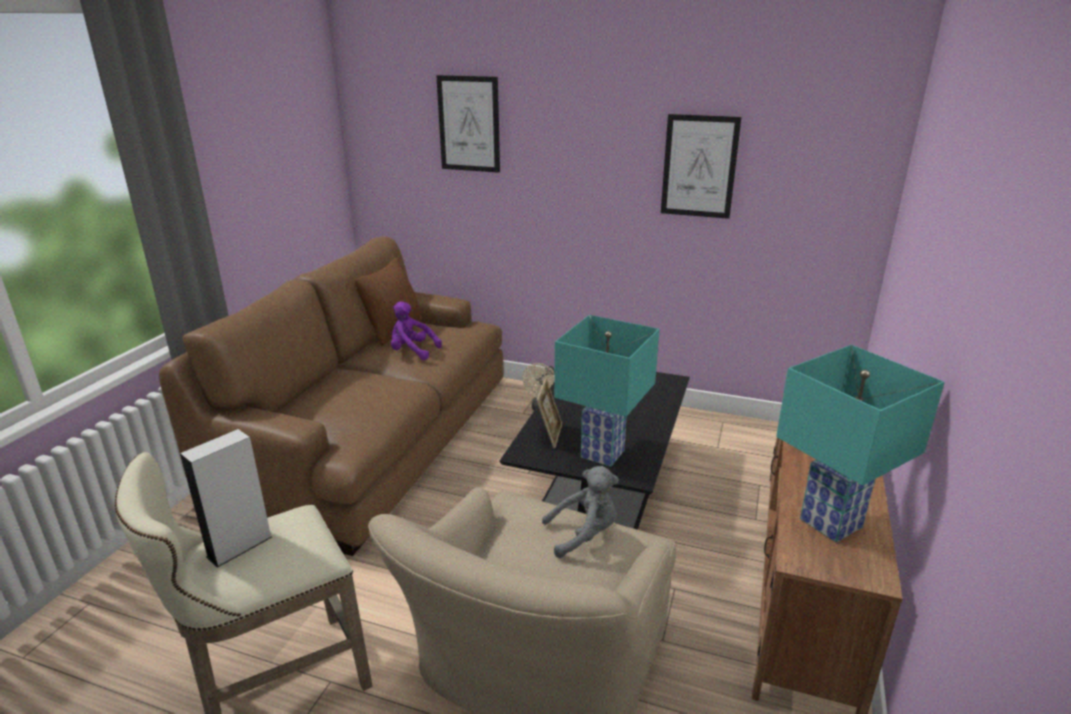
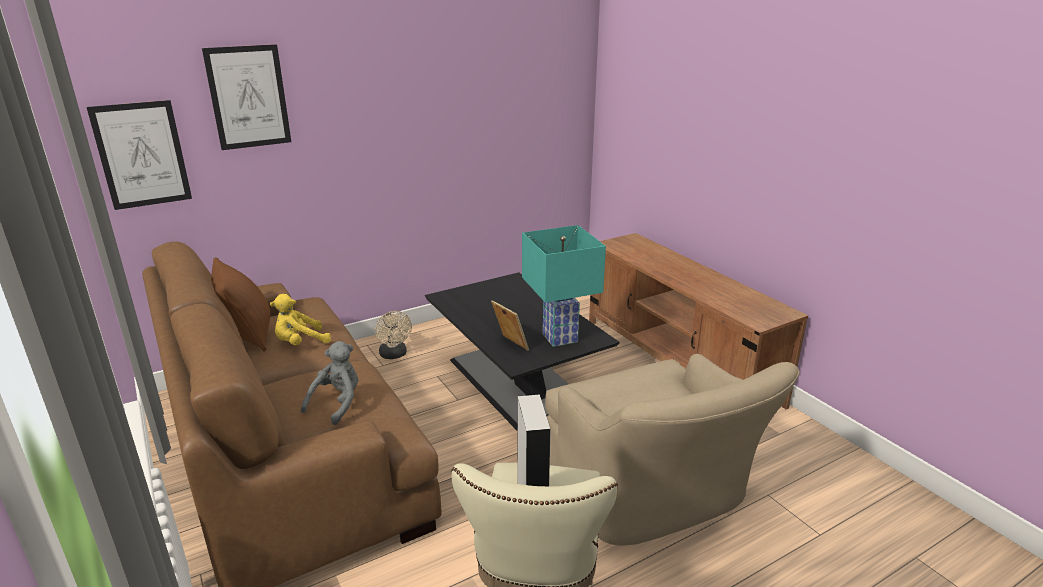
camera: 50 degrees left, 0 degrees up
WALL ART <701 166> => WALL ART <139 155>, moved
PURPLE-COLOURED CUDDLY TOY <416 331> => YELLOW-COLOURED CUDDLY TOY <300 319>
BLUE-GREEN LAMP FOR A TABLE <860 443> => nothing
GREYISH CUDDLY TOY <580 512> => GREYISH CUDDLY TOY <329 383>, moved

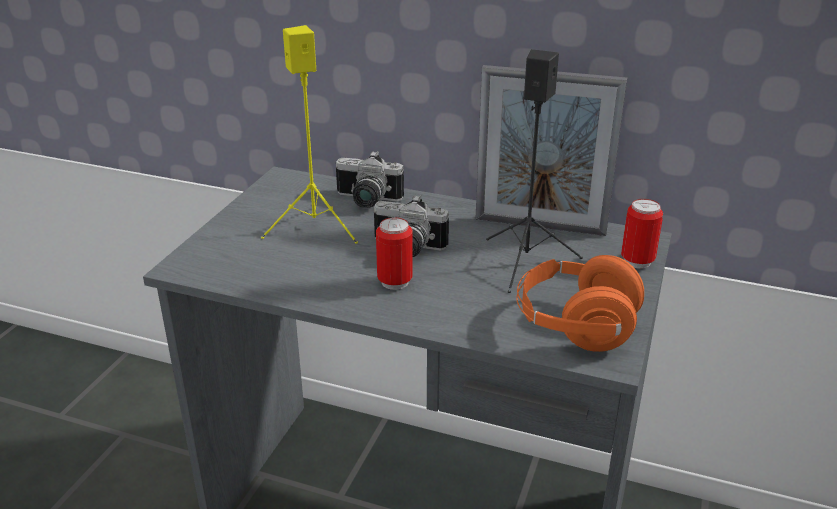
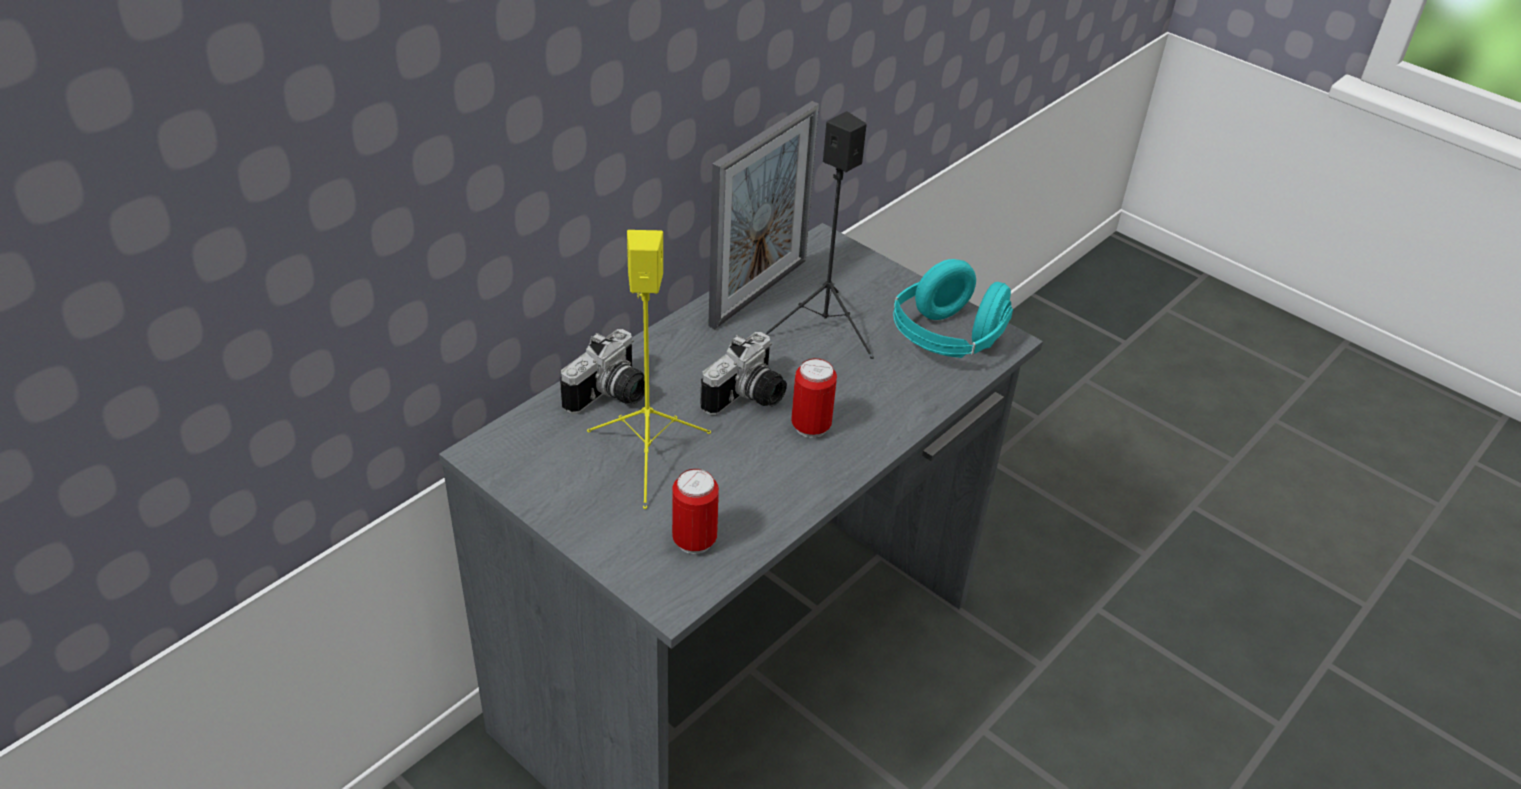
camera: 70 degrees left, 10 degrees up
CAN <642 234> => CAN <695 511>, moved
ORANGE HEADSET <580 303> => BLUE-GREEN HEADSET <953 308>

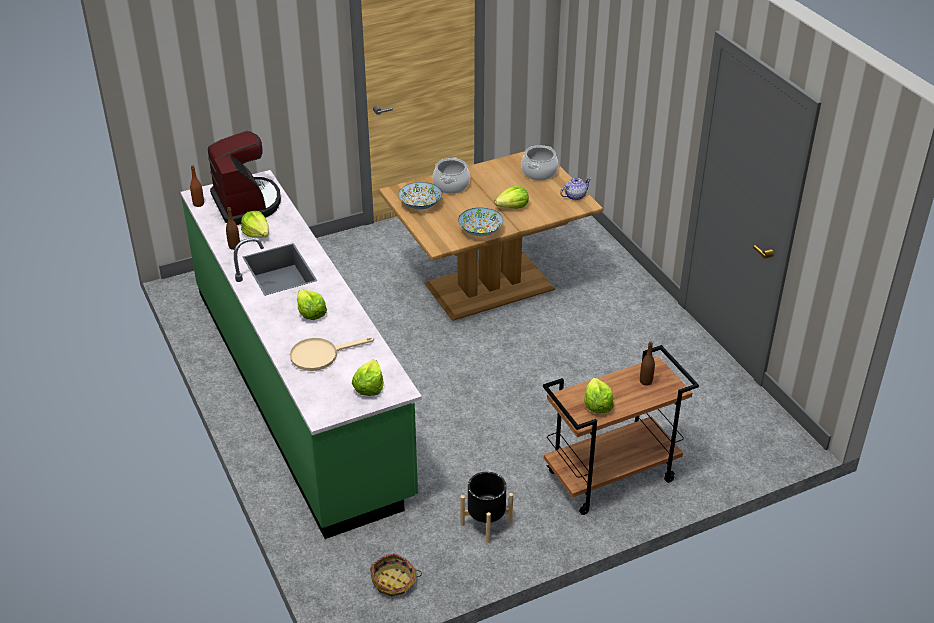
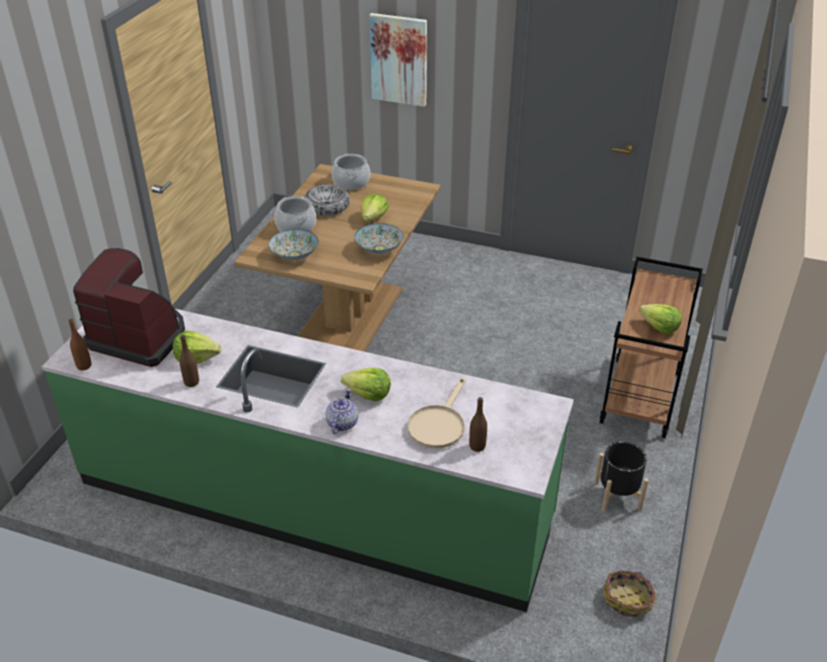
camera: 45 degrees left, 0 degrees up
POT FOR TEA <575 188> => POT FOR TEA <342 411>, moved
BROWNISH BEVERAGE BOTTLE <647 363> => BROWNISH BEVERAGE BOTTLE <478 424>, moved
LETTUCE <368 378> => nothing
nothing => WALL ART <398 60>
nothing => DEEP DISH <327 200>

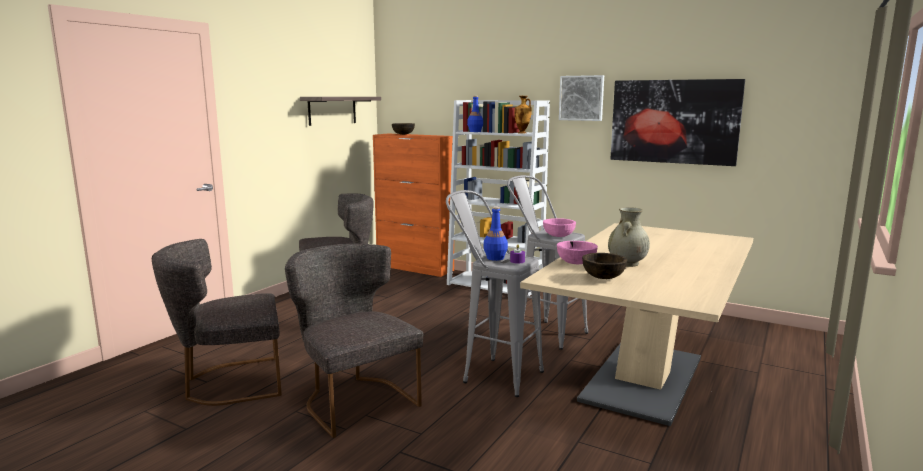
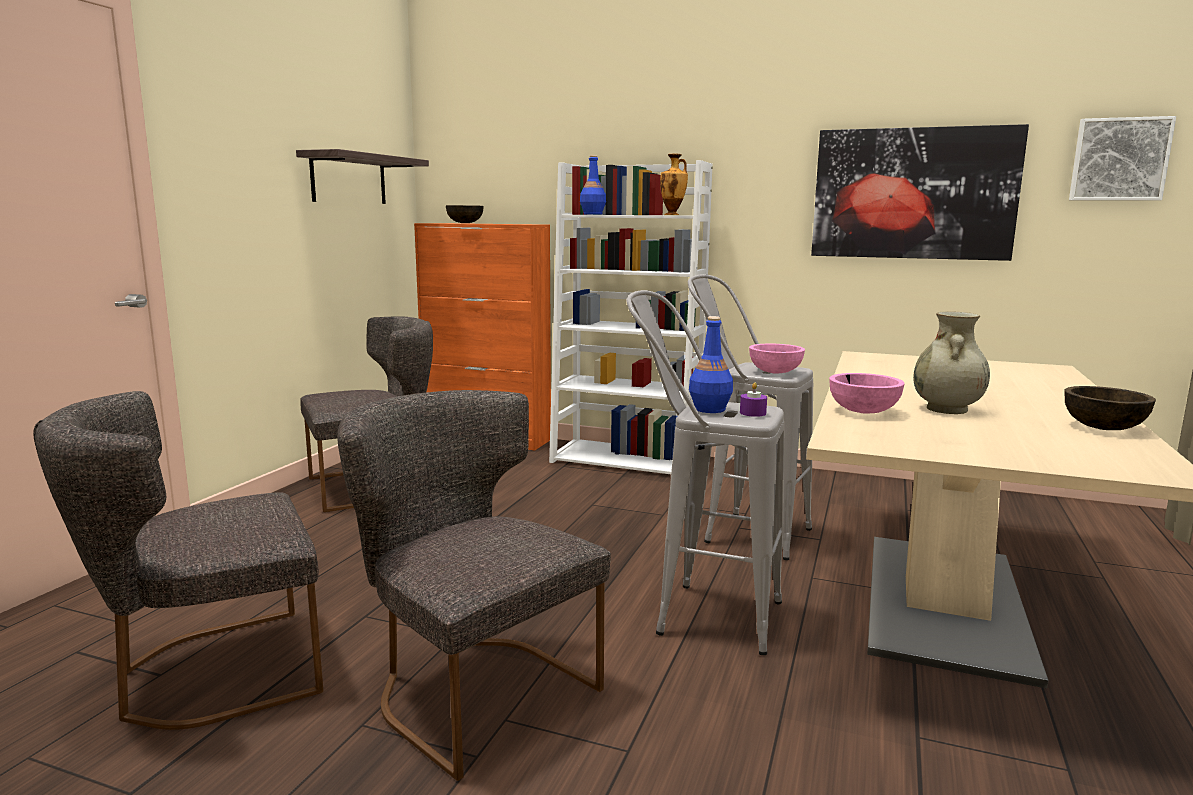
camera: 10 degrees left, 0 degrees up
WALL ART <581 98> => WALL ART <1122 158>, moved
BROWNISH DEEP DISH <604 266> => BROWNISH DEEP DISH <1110 408>, moved

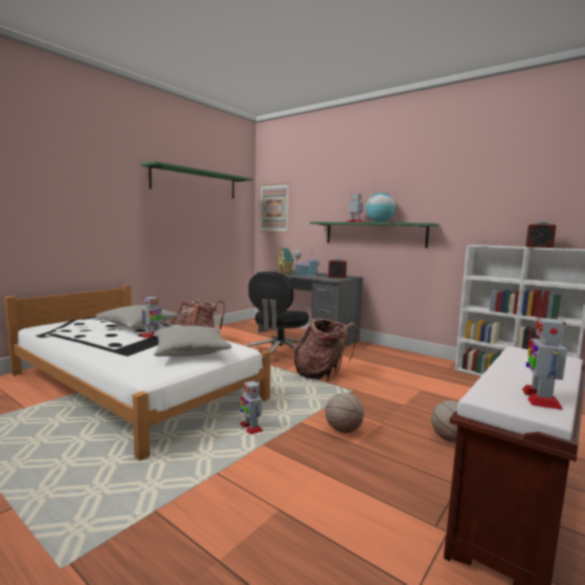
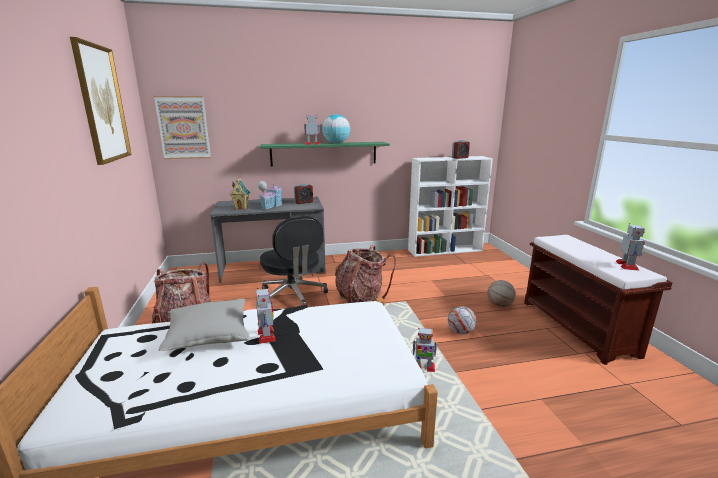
camera: 50 degrees left, 10 degrees up
GREEN-COLOURED WALL SHELF <197 179> => WALL ART <101 101>
ROBOT FIGURE <544 363> => ROBOT FIGURE <630 247>, 135 degrees counterclockwise
GREYISH CUSHION <193 341> => nothing
BASKETBALL BALL <344 413> => FOOTBALL BALL <462 320>

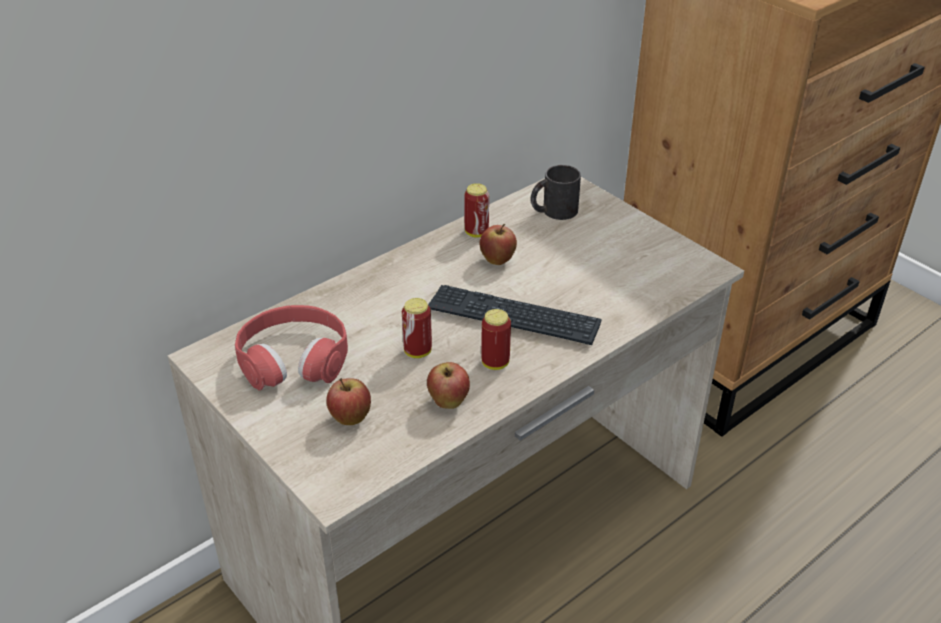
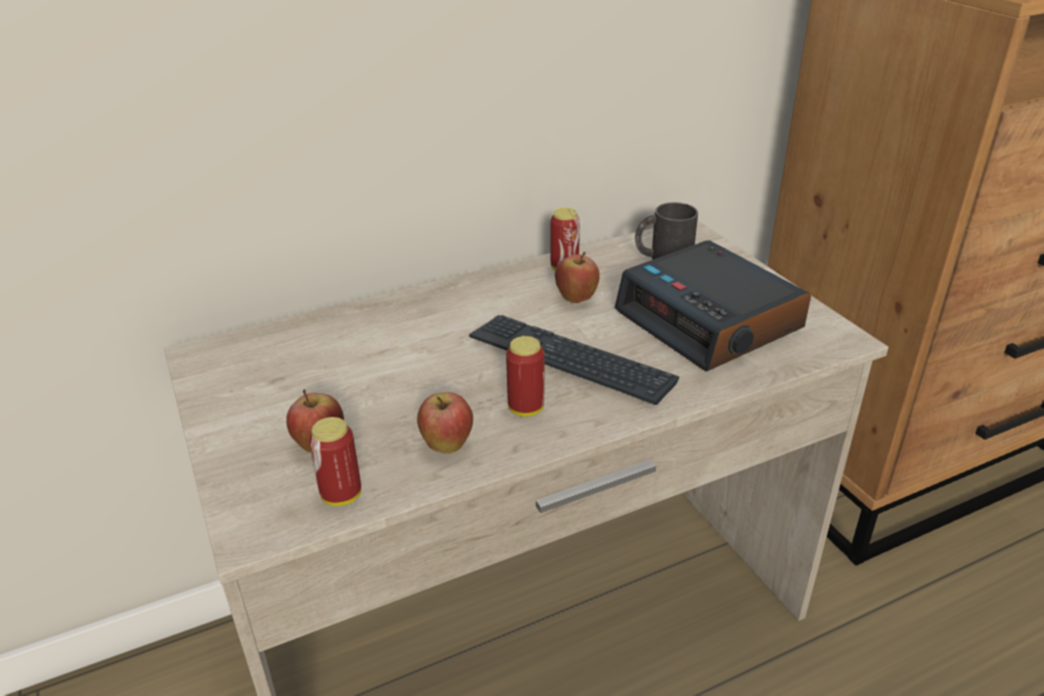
camera: 15 degrees right, 5 degrees down
CAN <417 328> => CAN <335 461>, moved
RED-COLOURED HEADSET <291 347> => nothing
nothing => ALARM CLOCK <713 305>

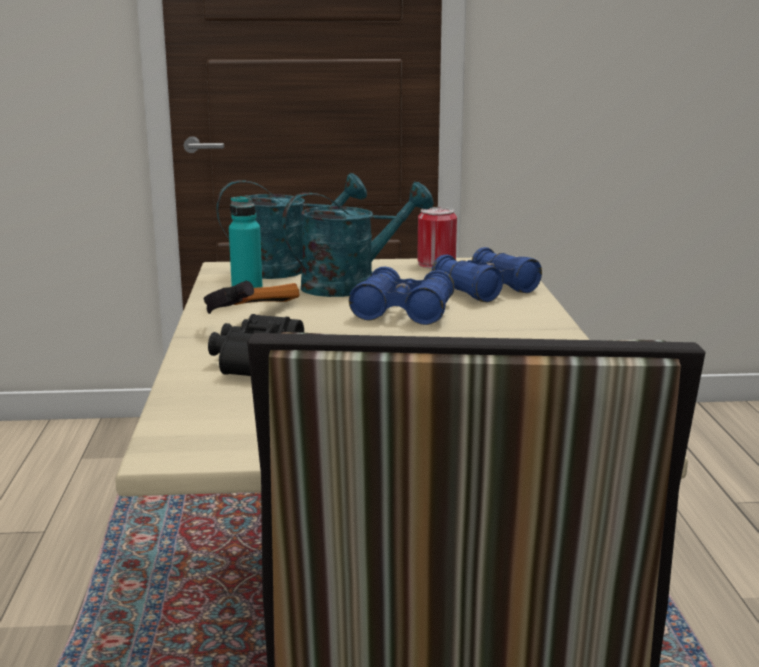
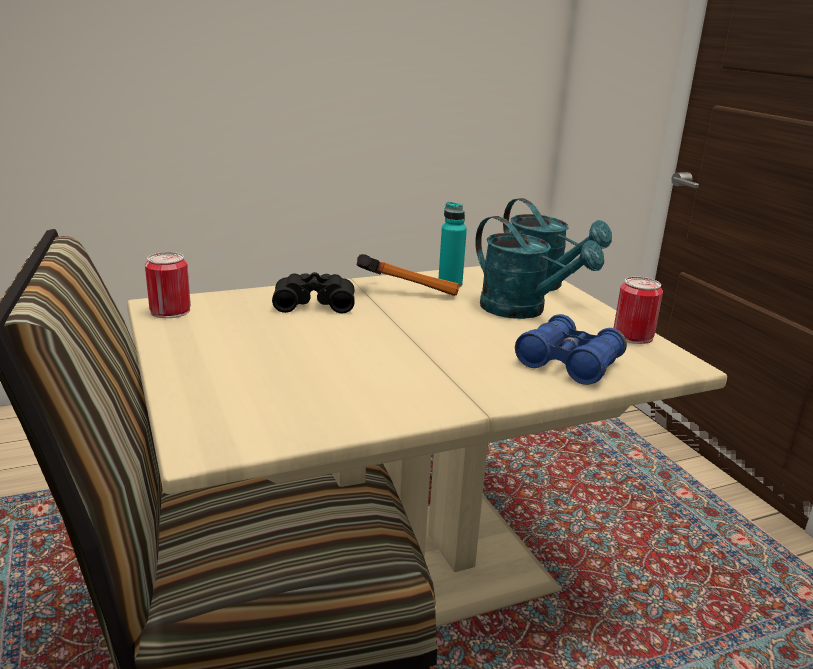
camera: 70 degrees right, 5 degrees up
BLUE-COLOURED FIELD GLASSES <402 296> => nothing
nothing => CAN <168 285>

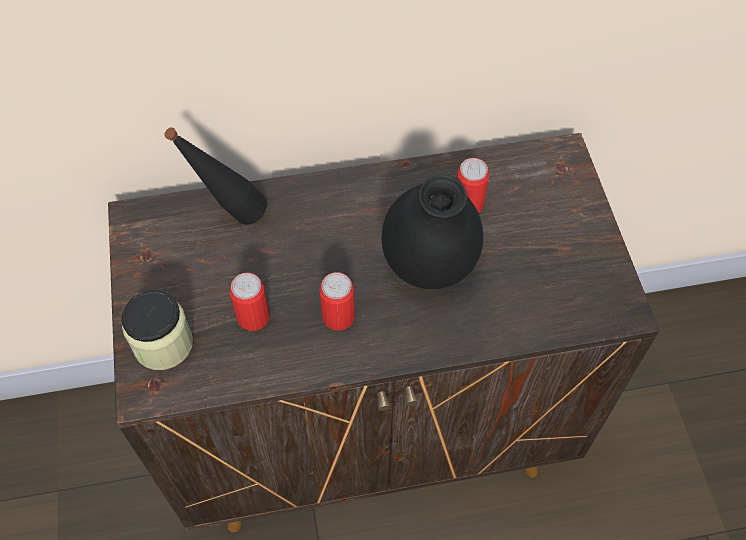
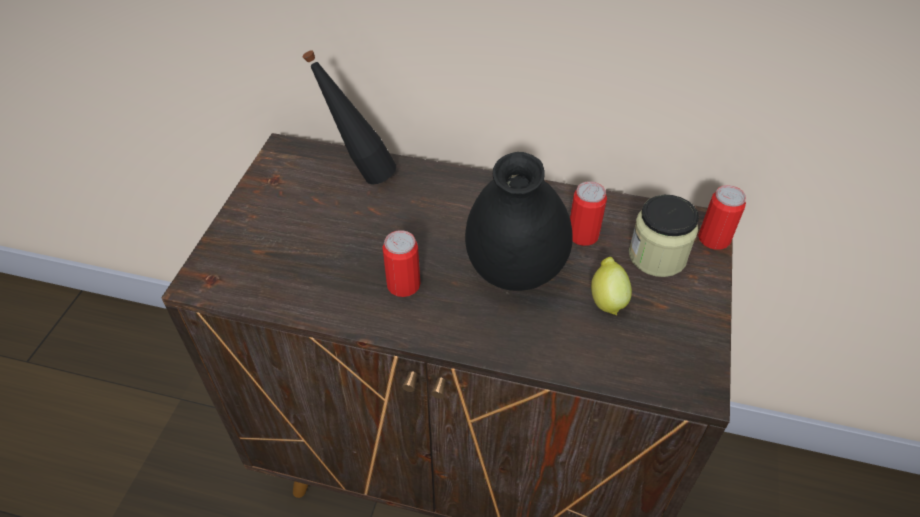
camera: 25 degrees right, 10 degrees down
CAN <250 302> => CAN <722 217>, moved
PRESERVE JAR <157 330> => PRESERVE JAR <664 236>, moved
nothing => LEMON <611 286>

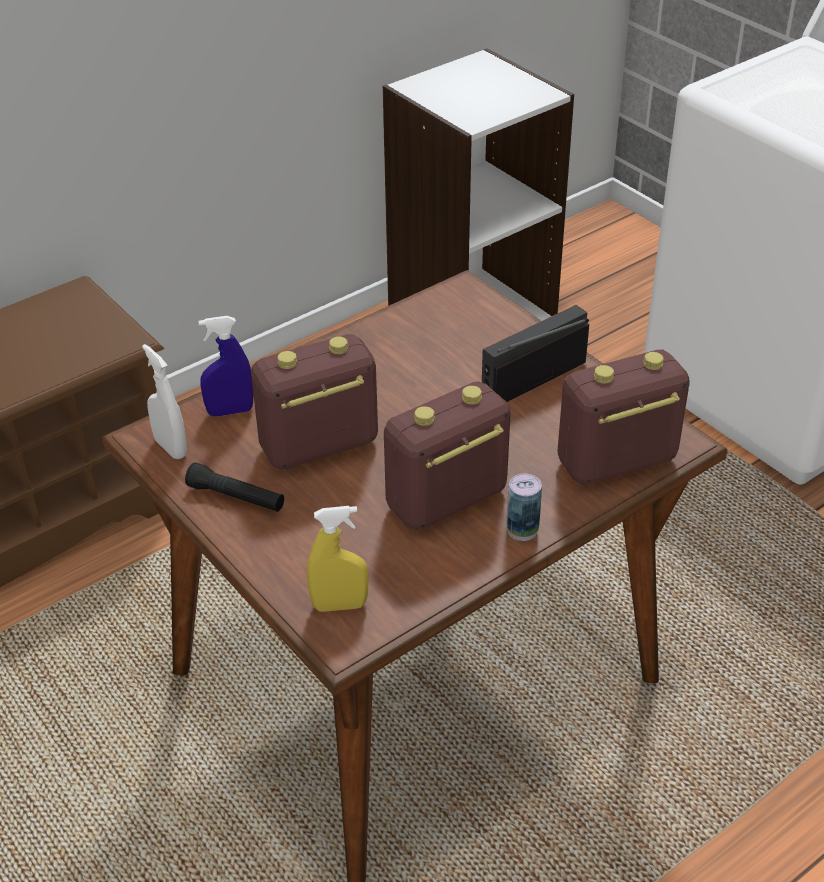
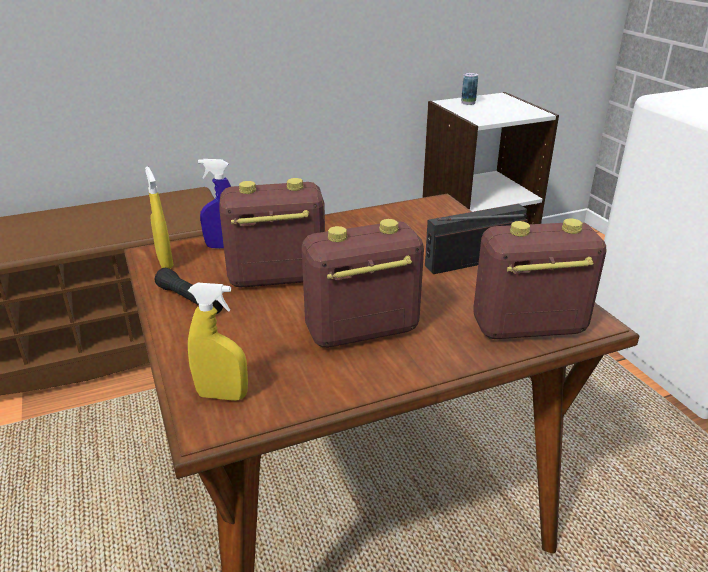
camera: 15 degrees right, 10 degrees down
WHITE-COLOURED HAND SPRAYER <164 401> => YELLOW-COLOURED HAND SPRAYER <159 217>
CAN <524 507> => CAN <469 89>, moved

